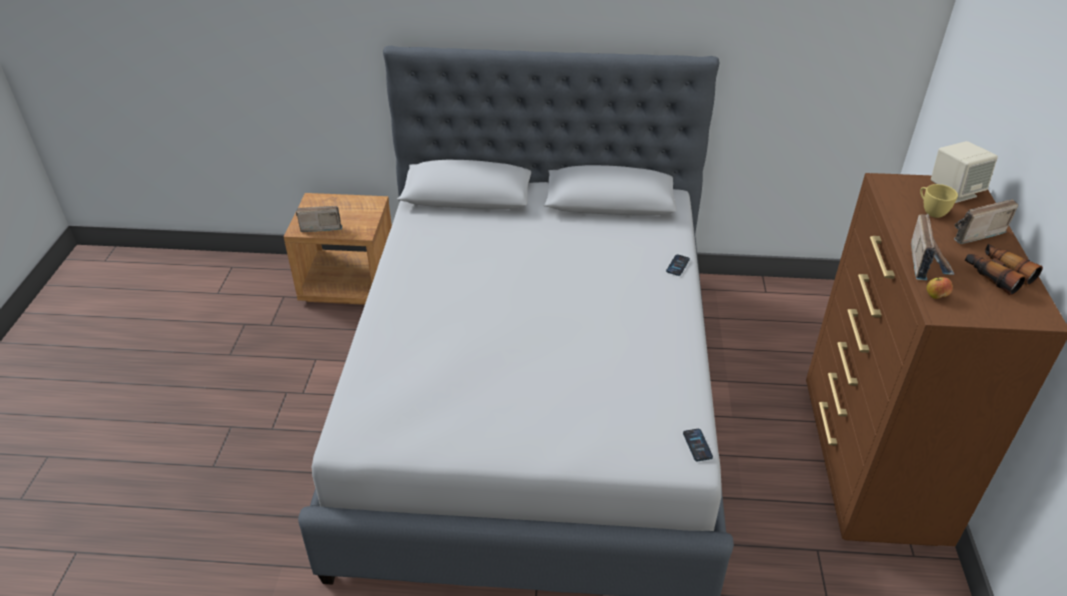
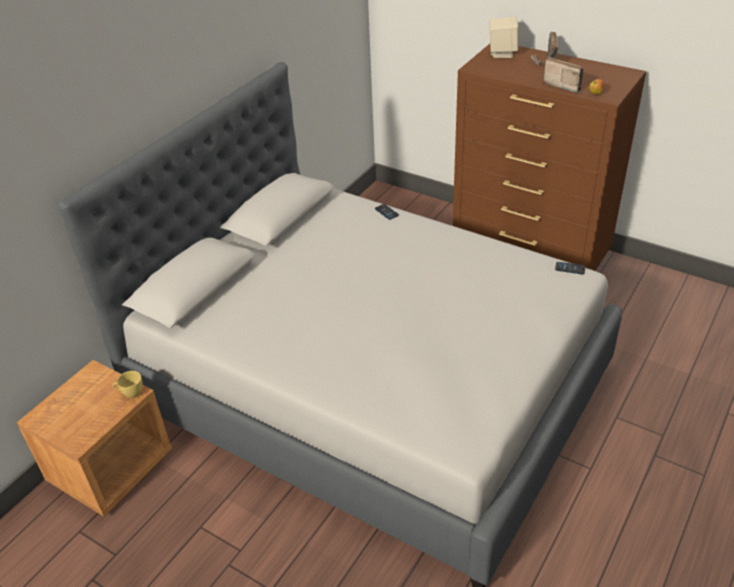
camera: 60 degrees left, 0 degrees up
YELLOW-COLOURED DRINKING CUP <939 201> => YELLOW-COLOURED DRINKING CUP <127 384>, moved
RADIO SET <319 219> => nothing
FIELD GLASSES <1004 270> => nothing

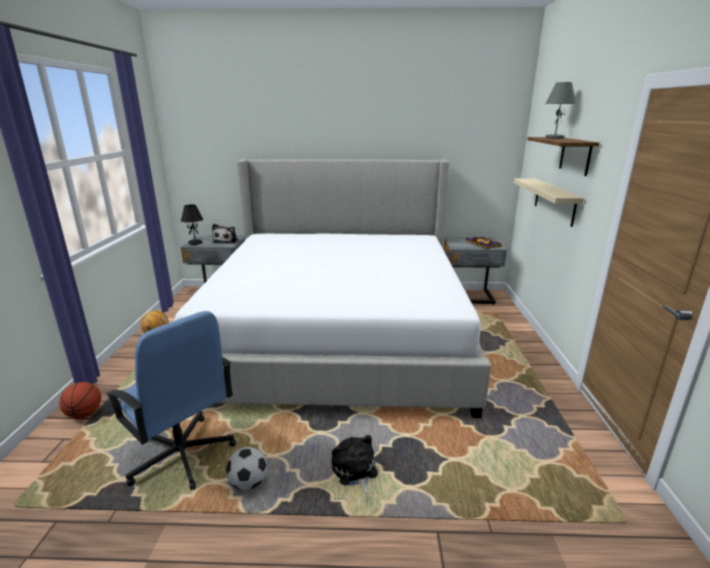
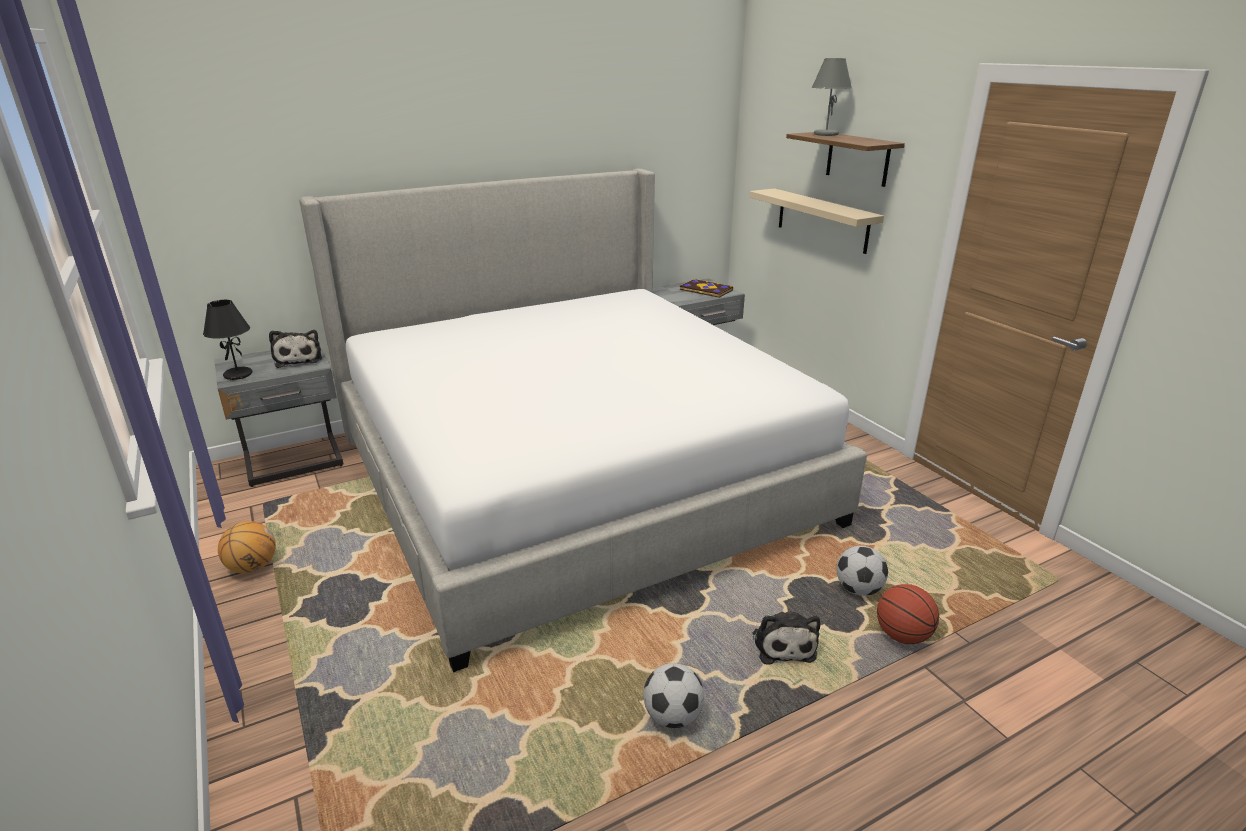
camera: 30 degrees left, 5 degrees up
BLUE-COLOURED DESK CHAIR <171 400> => nothing
BASKETBALL BALL <80 400> => BASKETBALL BALL <908 614>, moved
CUDDLY TOY <355 464> => CUDDLY TOY <786 638>, 135 degrees counterclockwise
nothing => FOOTBALL BALL <862 571>

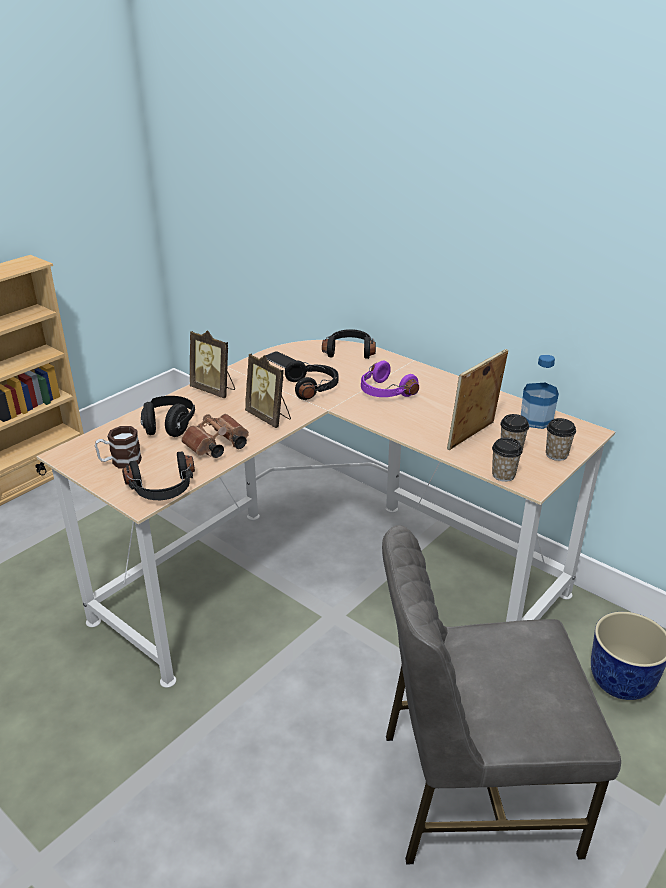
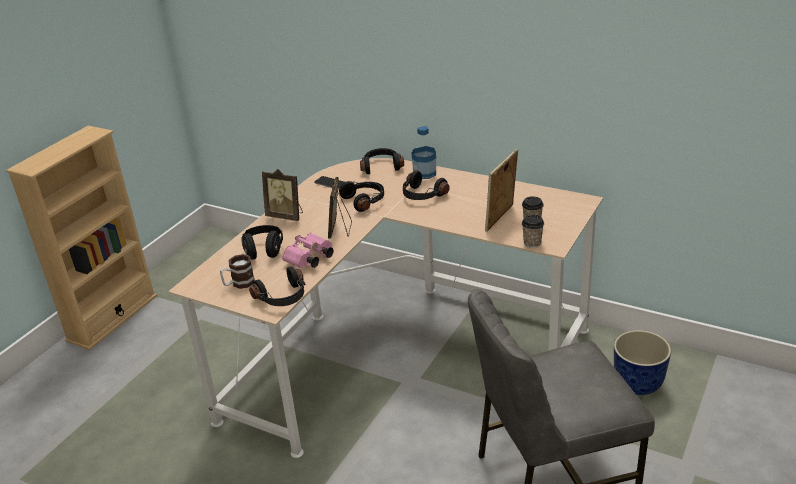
camera: 10 degrees left, 0 degrees up
STANDING FRAME <268 390> => STANDING FRAME <340 207>, 60 degrees clockwise
BEVERAGE BOTTLE <540 392> => BEVERAGE BOTTLE <424 152>, moved
PURPLE-COLOURED HEADSET <390 379> => BLACK-COLOURED HEADSET <426 185>
BROWNISH FIELD GLASSES <215 436> => PINK FIELD GLASSES <308 250>
DRINKING CUP <561 439> => nothing

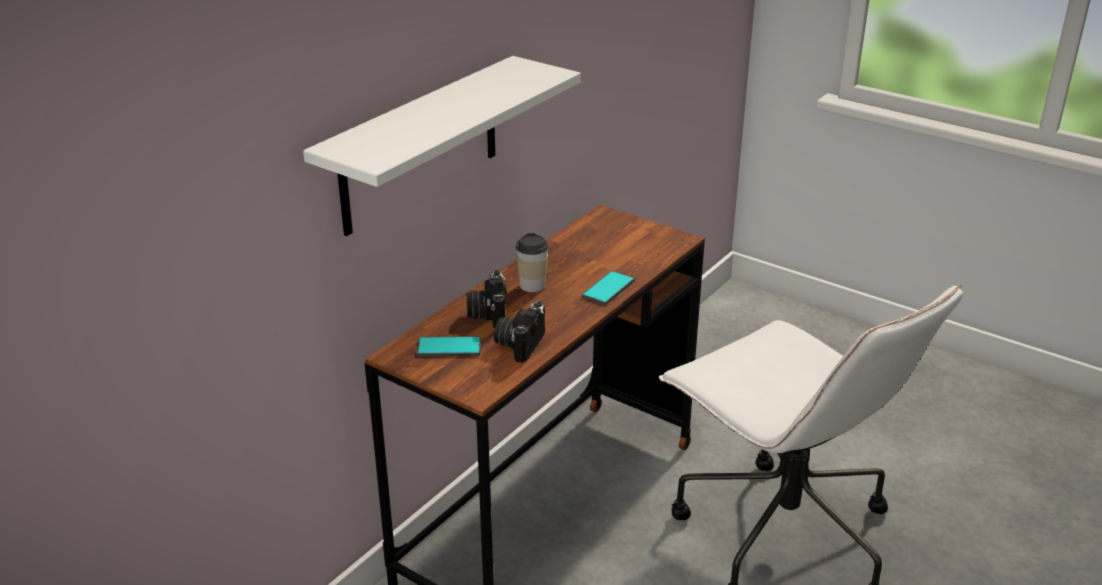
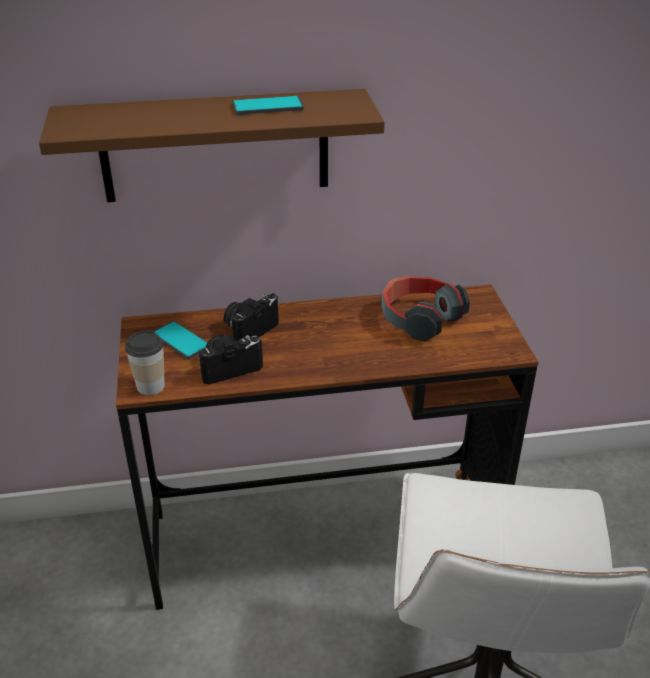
camera: 45 degrees right, 5 degrees up
WHITE-COLOURED WALL SHELF <442 146> => BROWNISH WALL SHELF <212 145>
DRINKING CUP <532 262> => DRINKING CUP <145 362>, moved
PHONE <608 287> => PHONE <268 105>, moved
nothing => HEADSET <426 309>

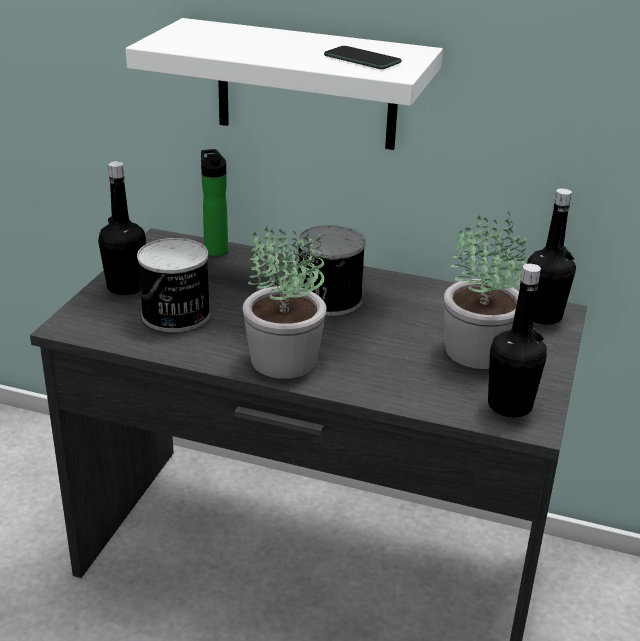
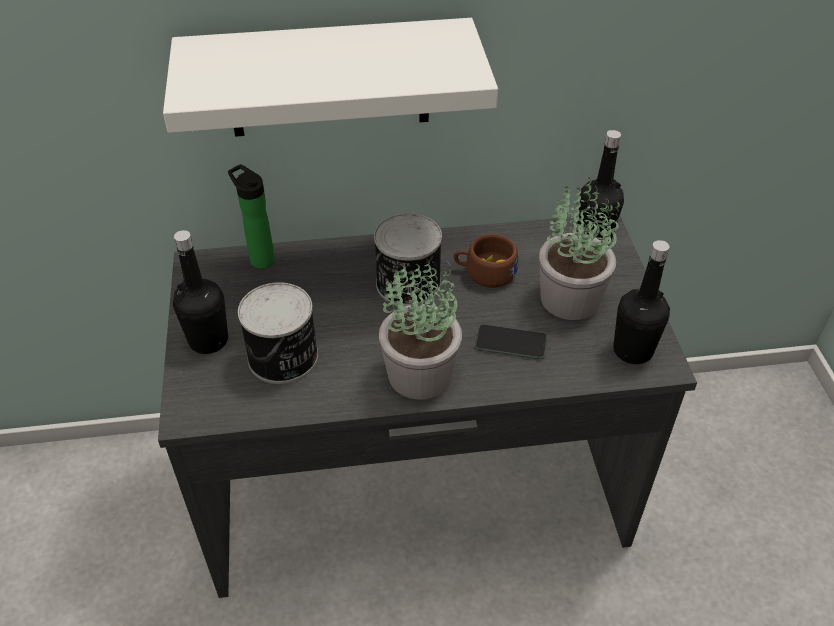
camera: 25 degrees left, 15 degrees up
PHONE <363 57> => PHONE <511 342>, moved
nothing => BROWNISH DRINKING CUP <486 261>

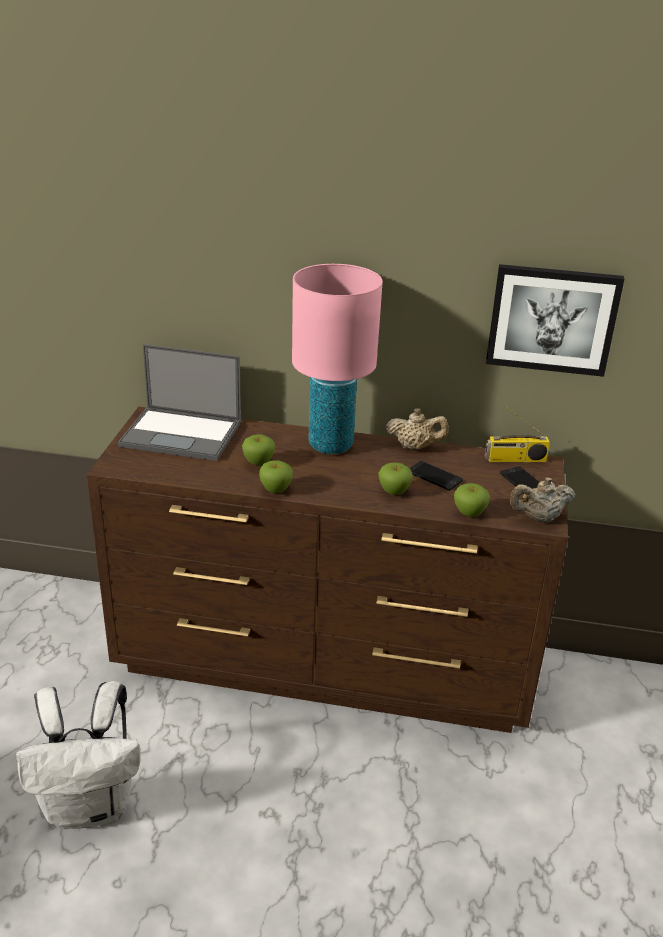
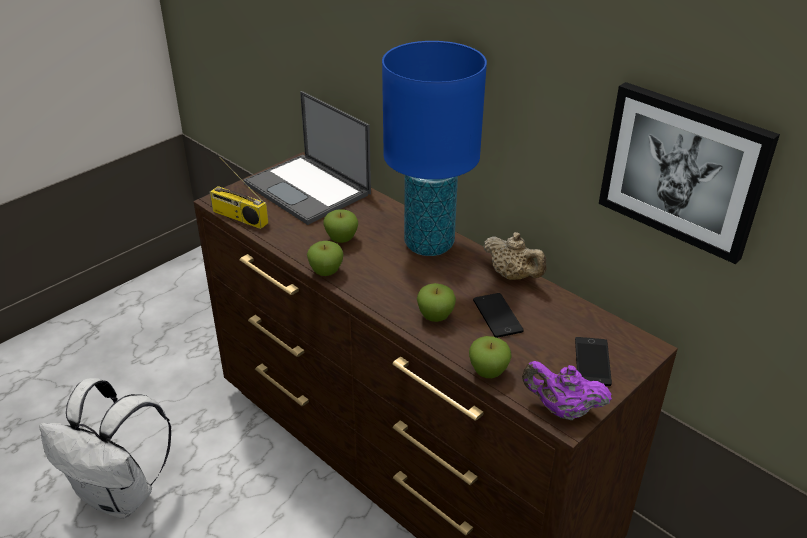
camera: 35 degrees right, 5 degrees up
PINK LAMP FOR A TABLE <337 359> => BLUE-COLOURED LAMP FOR A TABLE <434 148>
RADIO SET <517 433> => RADIO SET <238 192>, moved
BEIGE-COLOURED POT FOR TEA <542 500> => PURPLE-COLOURED POT FOR TEA <567 390>

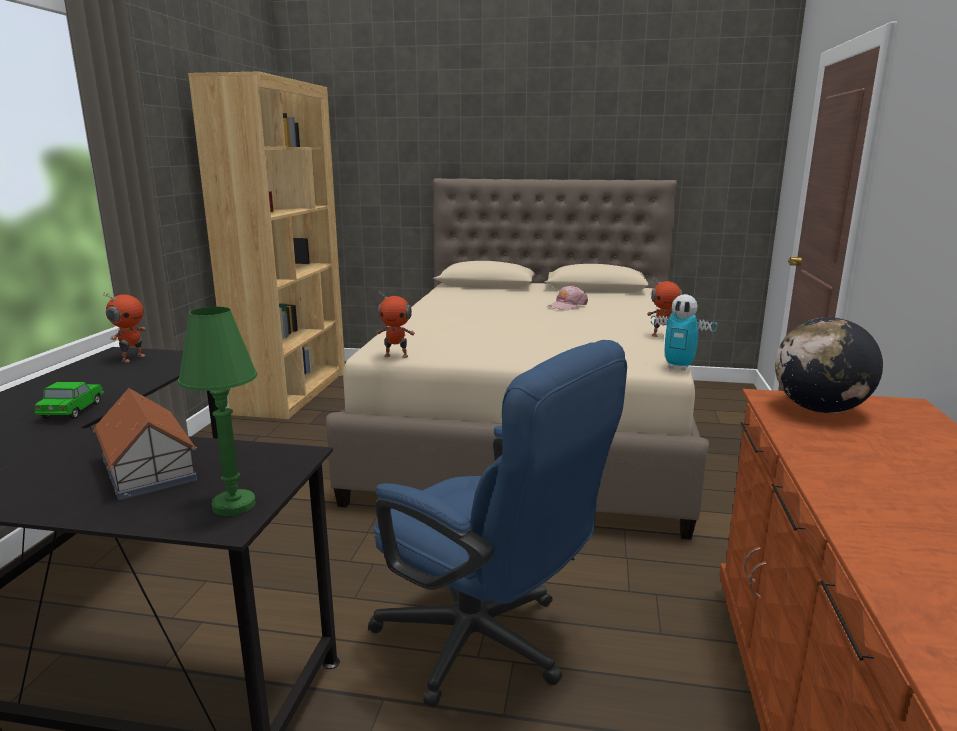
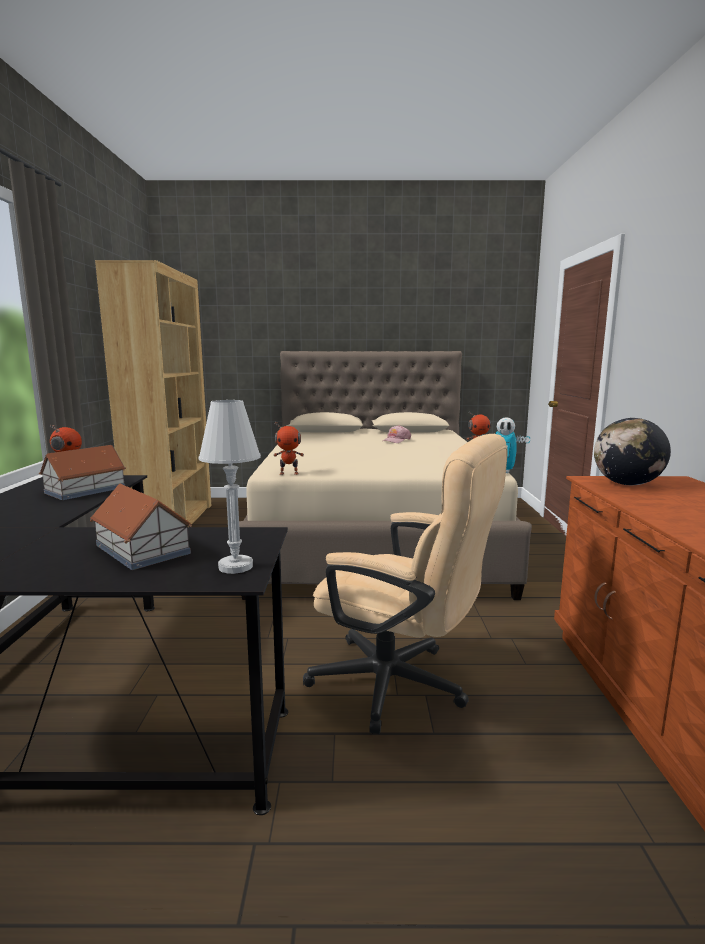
camera: 10 degrees left, 5 degrees down
GREEN-COLOURED LAMP FOR A TABLE <217 411> => WHITE-COLOURED LAMP FOR A TABLE <230 487>
BLUE-COLOURED DESK CHAIR <497 524> => BEIGE-COLOURED DESK CHAIR <405 584>
TOY CAR <69 400> => nothing
nothing => MINIATURE HOUSE <82 472>

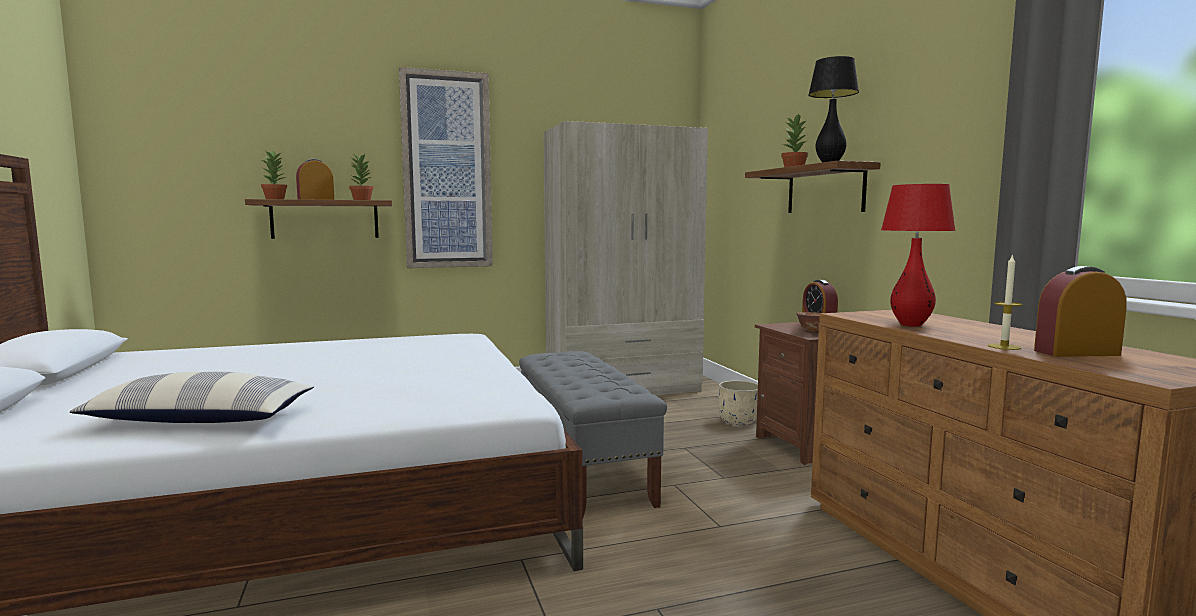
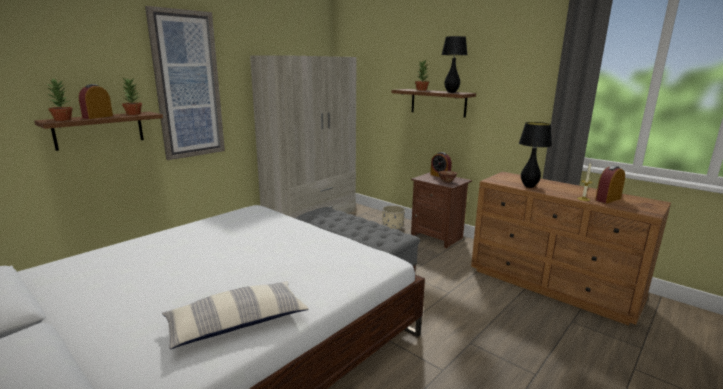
camera: 30 degrees left, 10 degrees up
RED-COLOURED LAMP FOR A TABLE <918 255> => BLACK-COLOURED LAMP FOR A TABLE <535 155>

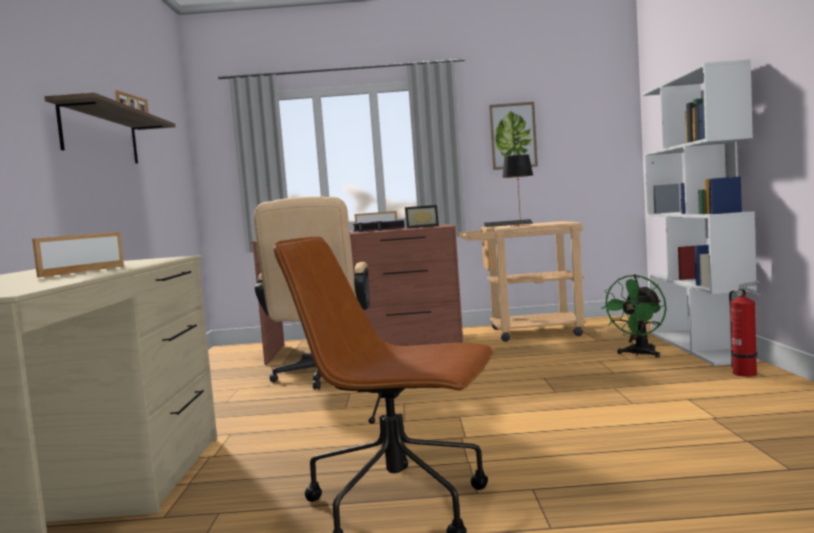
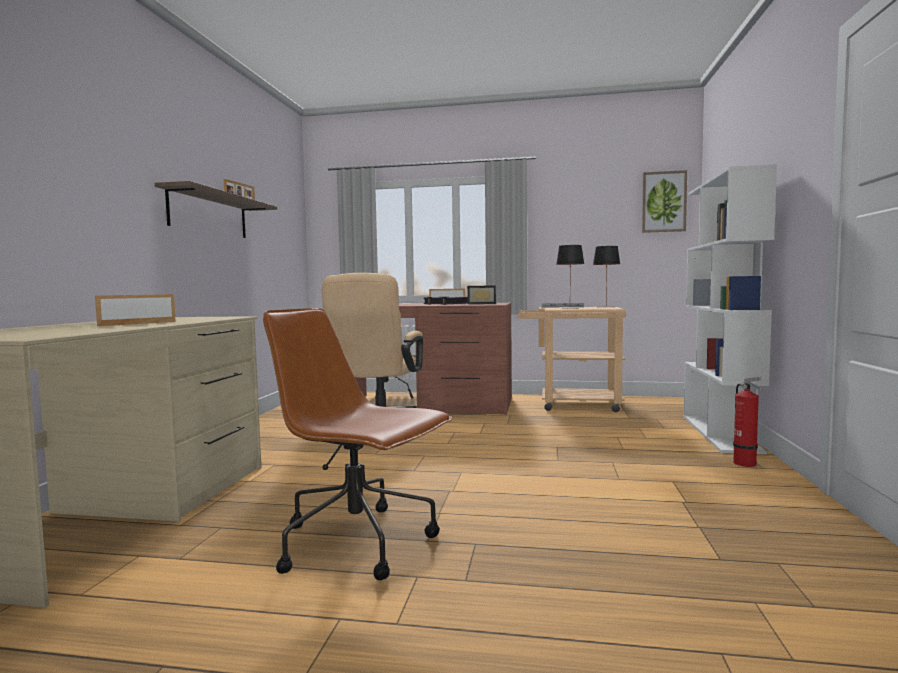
camera: 10 degrees right, 0 degrees up
WALL ART <513 136> => WALL ART <664 201>, moved
GREEN-COLOURED COOLING FAN <634 316> => nothing
nothing => LAMP FOR A TABLE <606 277>

